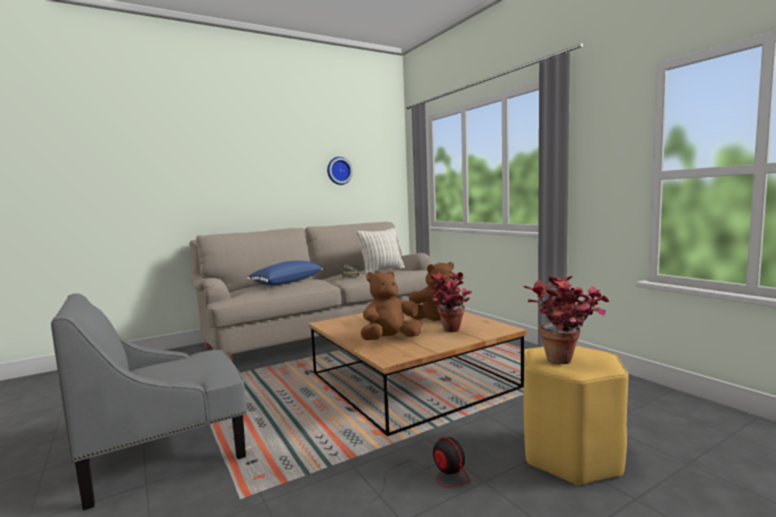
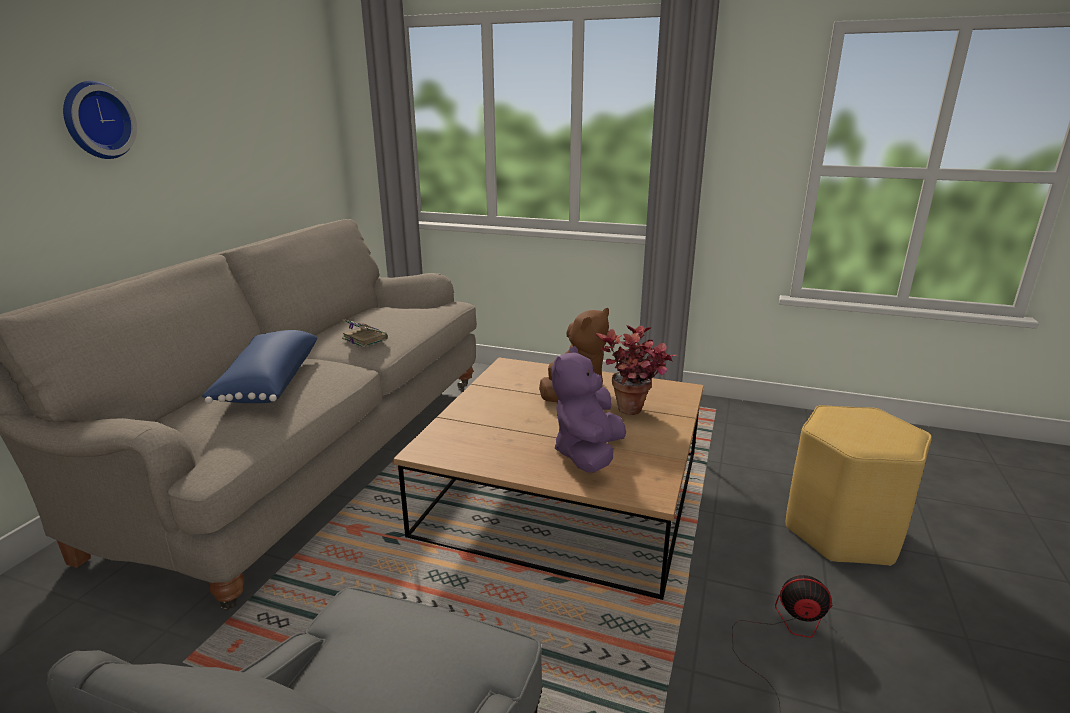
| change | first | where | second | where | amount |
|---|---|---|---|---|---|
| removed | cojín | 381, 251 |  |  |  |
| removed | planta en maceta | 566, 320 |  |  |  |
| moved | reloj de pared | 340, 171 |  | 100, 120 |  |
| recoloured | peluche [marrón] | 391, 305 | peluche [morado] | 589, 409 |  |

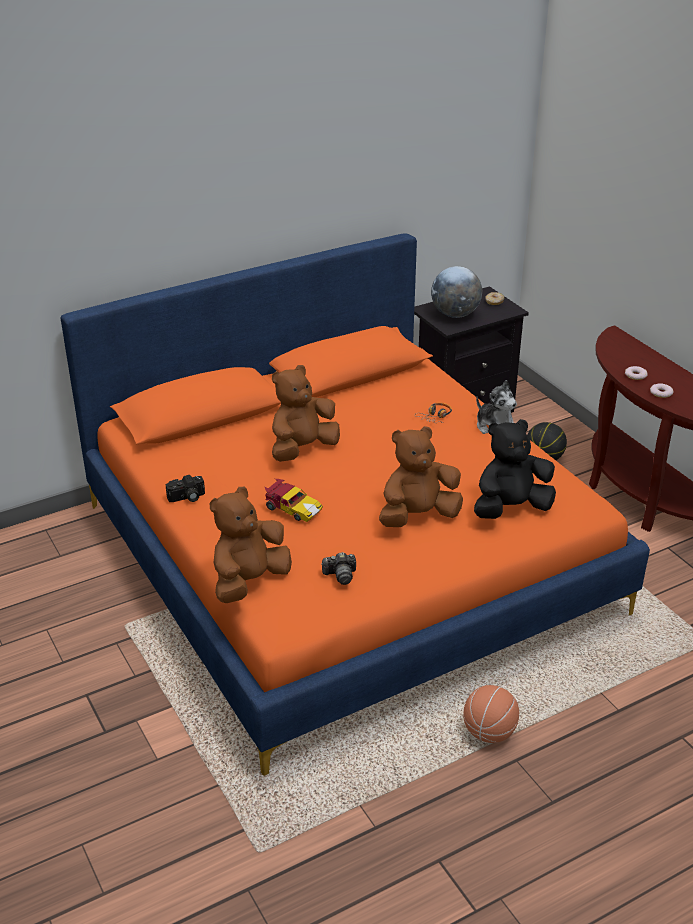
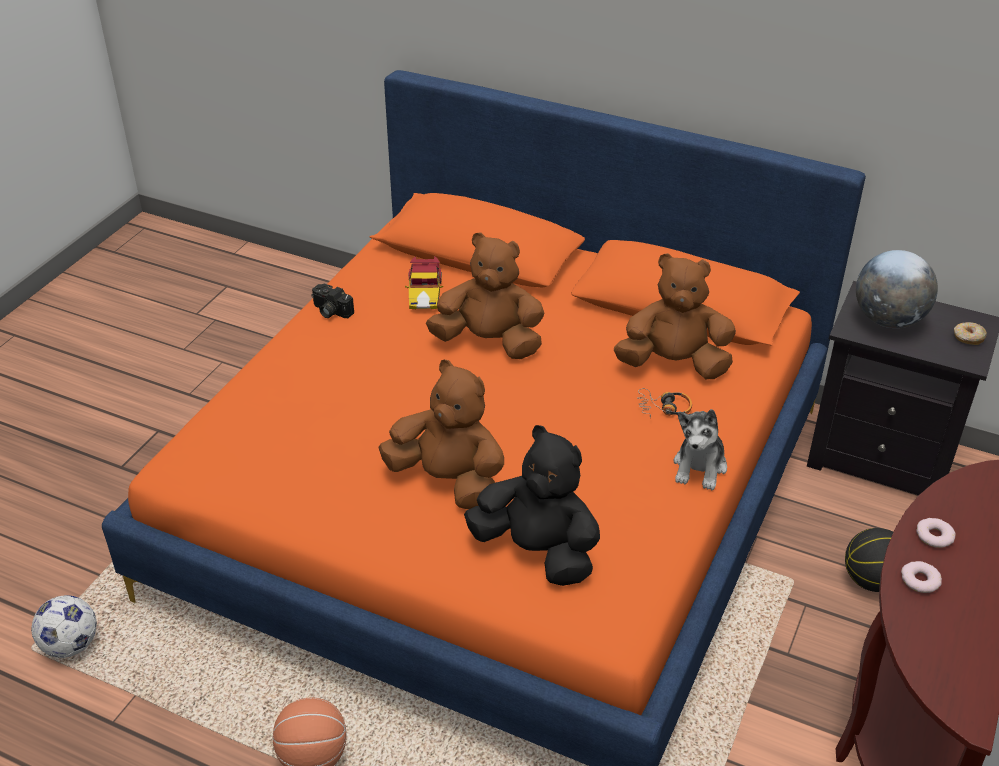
| change | first | where | second | where | amount |
|---|---|---|---|---|---|
| removed | cámara | 338, 568 |  |  |  |
| added |  |  | balón de fútbol | 64, 626 |  |
| moved | peluche [marrón] | 251, 545 |  | 675, 316 |  |
| moved | coche de juguete | 294, 500 |  | 424, 282 |  |

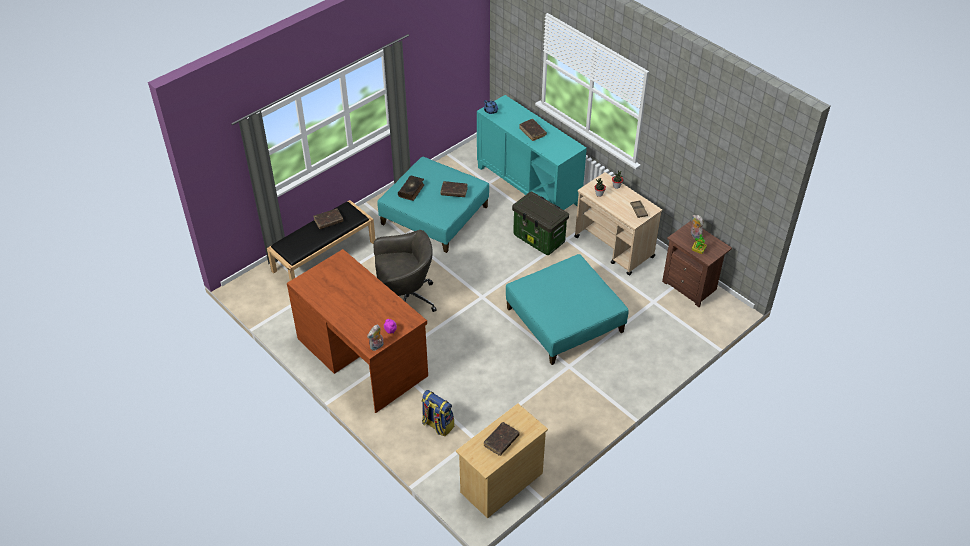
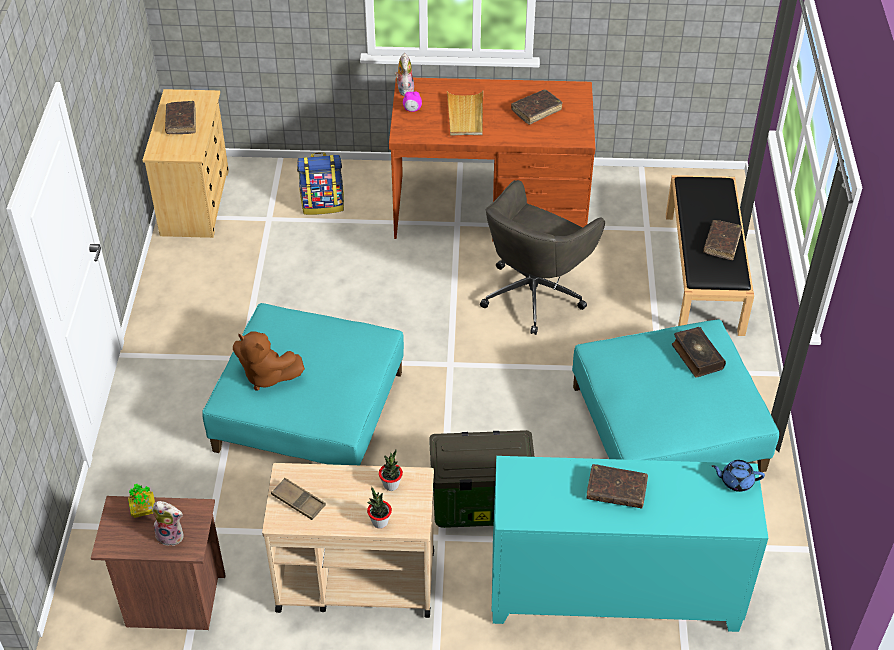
| change | first | where | second | where | amount |
|---|---|---|---|---|---|
| added |  |  | peluche [marrón] | 269, 360 |  |
| added |  |  | bandeja [beis] | 465, 113 |  |
| moved | libro [marrón] | 454, 189 |  | 537, 107 |  |

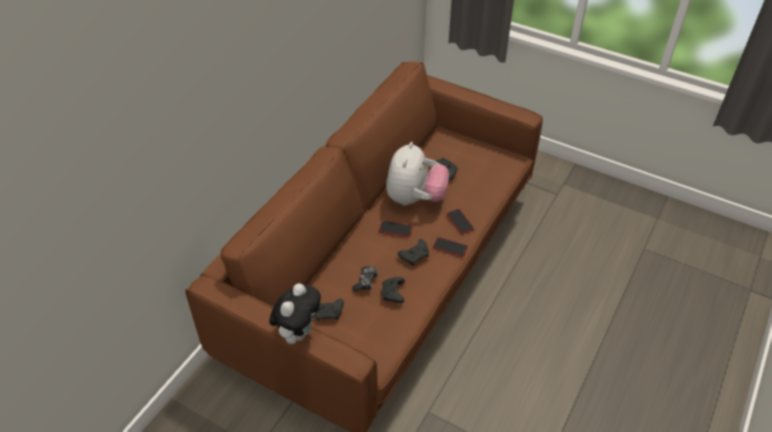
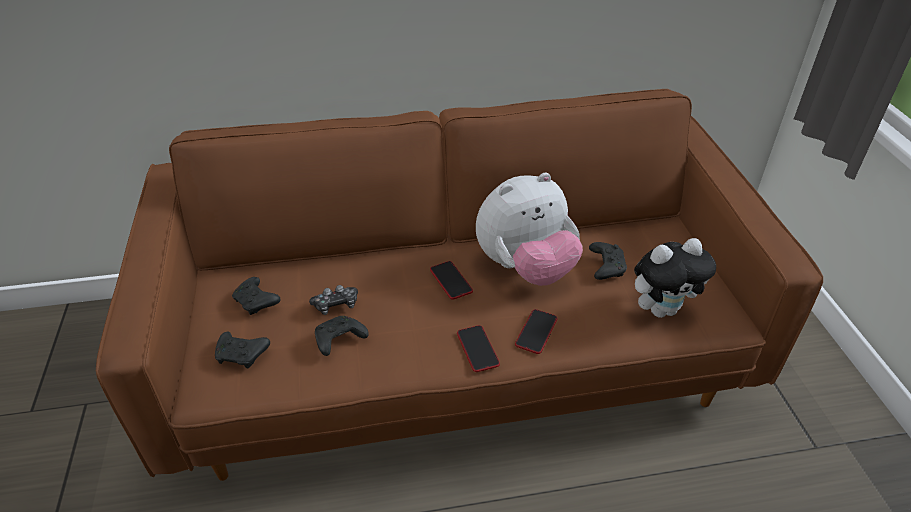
| change | first | where | second | where | amount |
|---|---|---|---|---|---|
| moved | peluche | 295, 313 |  | 675, 278 |  |
| moved | mando de consola [negro] | 413, 252 |  | 242, 350 |  |

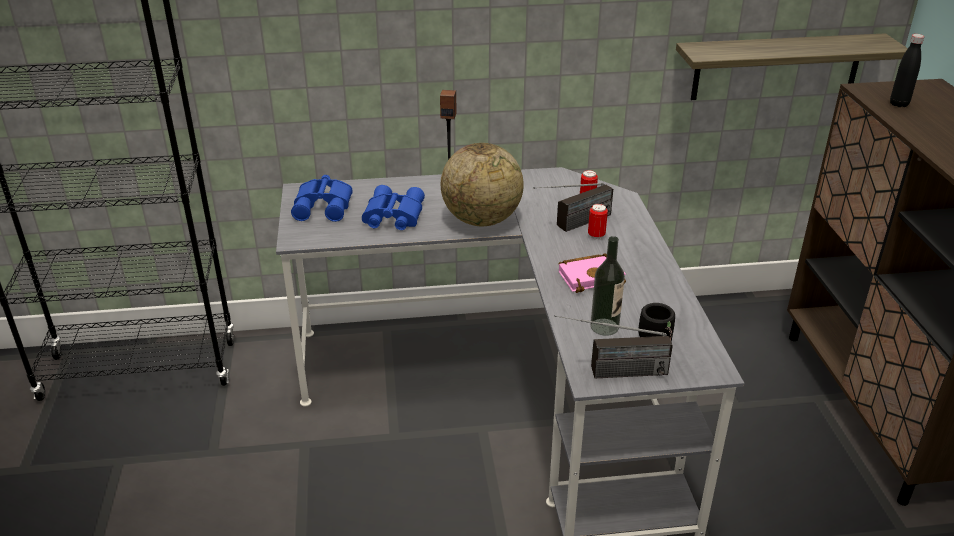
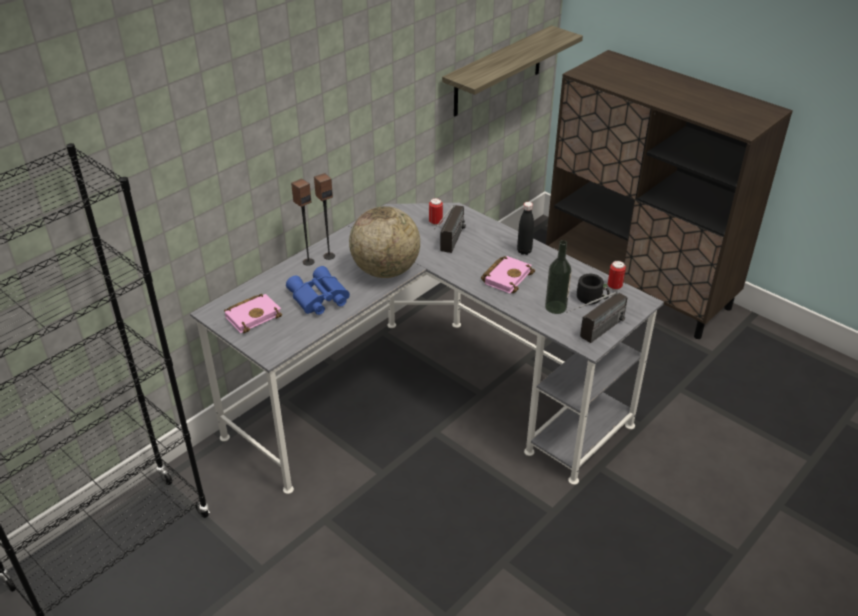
| change | first | where | second | where | amount |
|---|---|---|---|---|---|
| added |  |  | altavoz | 303, 222 |  |
| moved | lata | 598, 222 |  | 617, 276 |  |
| moved | botella [negro] | 907, 70 |  | 525, 228 |  |
| replaced | prismáticos [azul] | 322, 198 | libro [rosa] | 253, 313 |  |

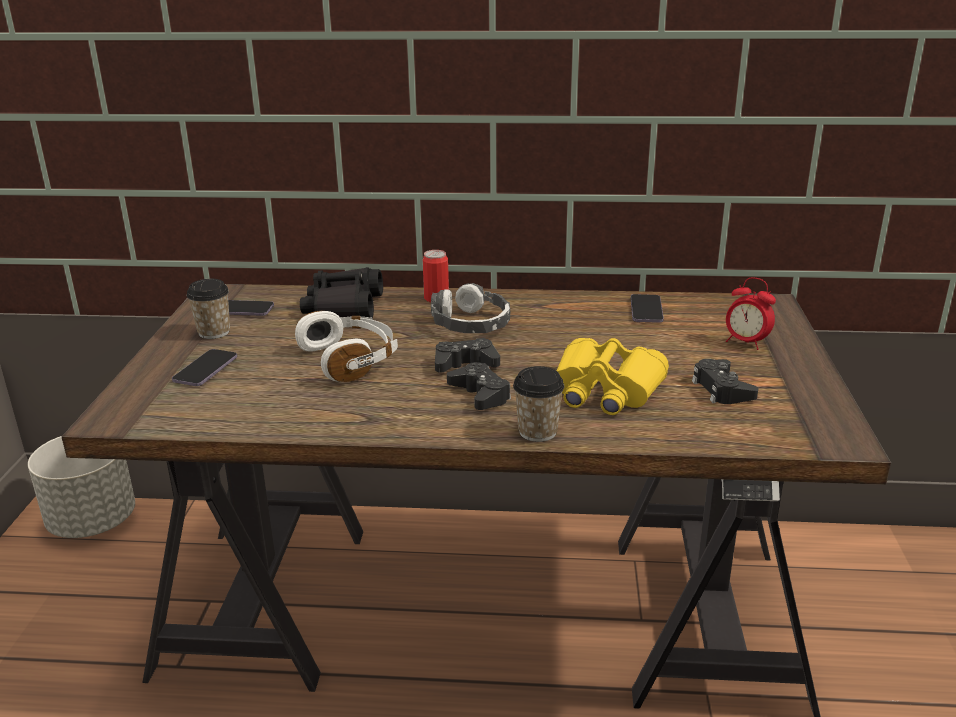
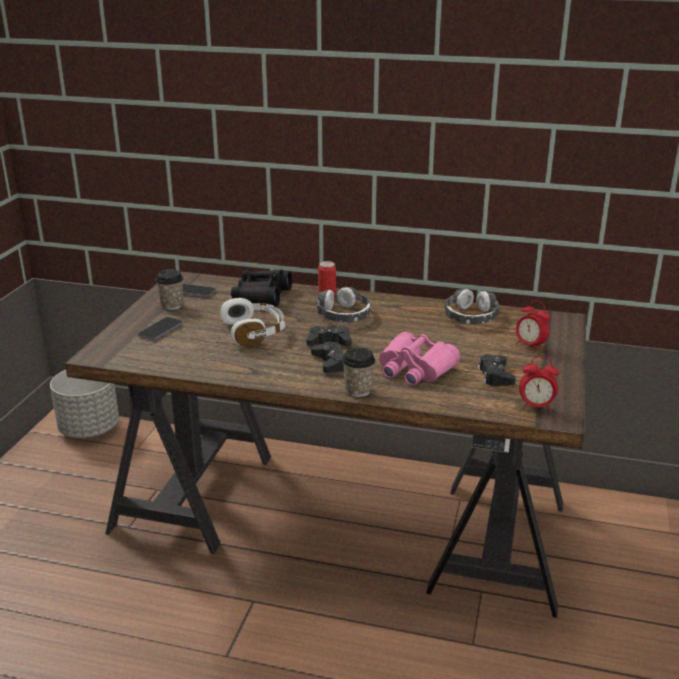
| change | first | where | second | where | amount |
|---|---|---|---|---|---|
| added |  |  | despertador | 539, 384 |  |
| replaced | móvil | 647, 308 | auriculares | 472, 307 |  |
| recoloured | prismáticos [amarillo] | 613, 376 | prismáticos [rosa] | 419, 358 |  |

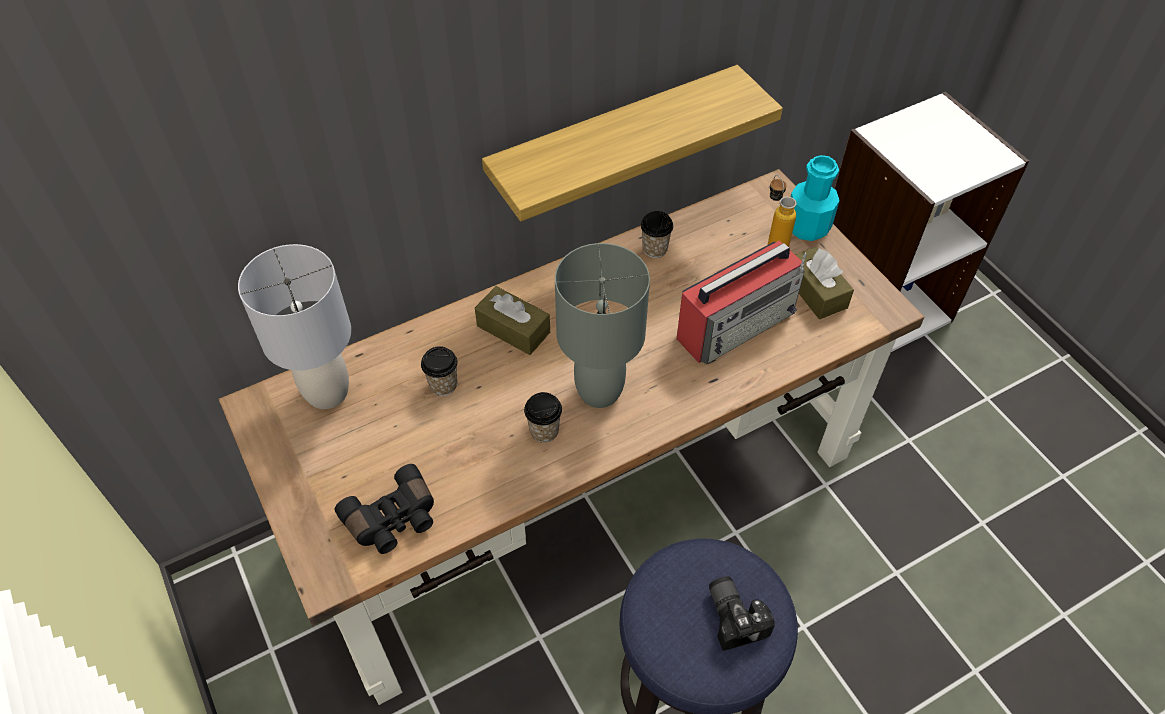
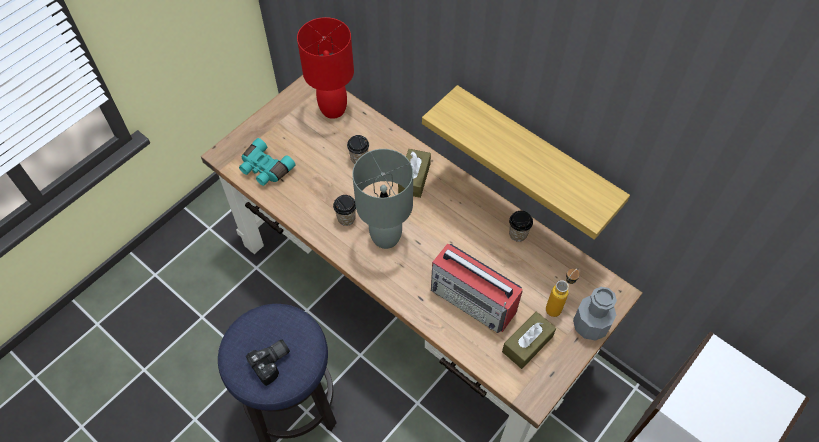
| change | first | where | second | where | amount |
|---|---|---|---|---|---|
| recoloured | lámpara de mesa [gris] | 294, 326 | lámpara de mesa [rojo] | 325, 68 |  |
| recoloured | prismáticos [negro] | 384, 509 | prismáticos [turquesa] | 267, 162 |  |
| recoloured | botella [turquesa] | 815, 198 | botella [gris] | 595, 314 |  |

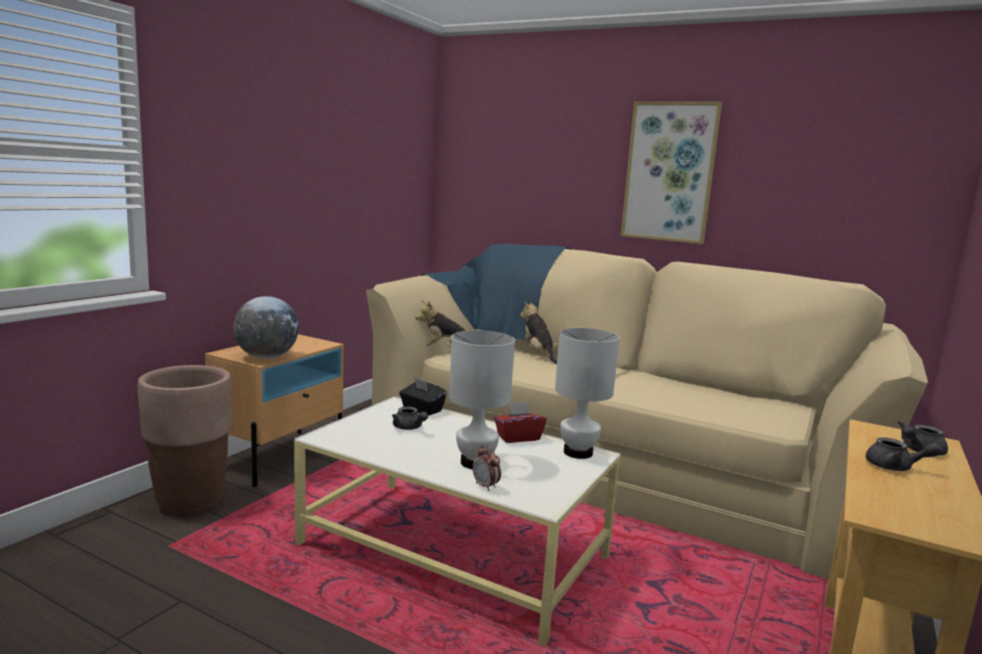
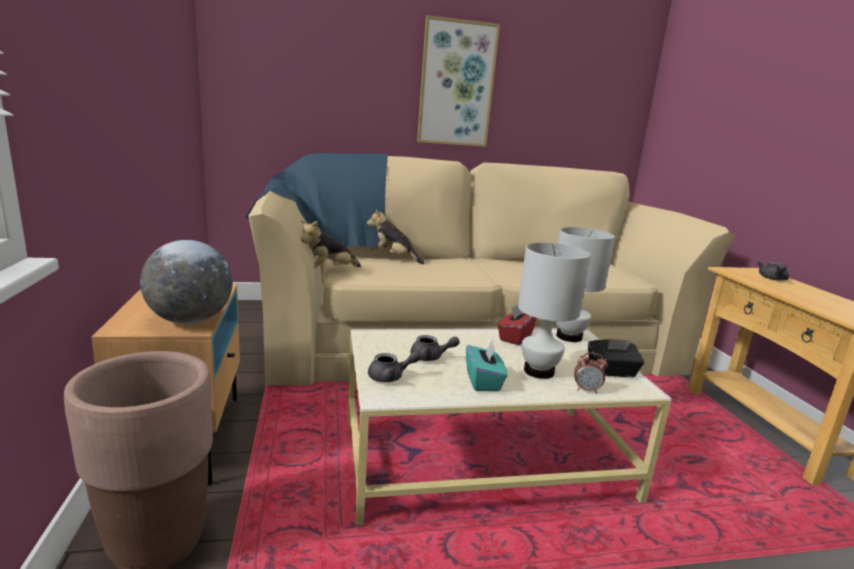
| change | first | where | second | where | amount |
|---|---|---|---|---|---|
| added |  |  | caja de pañuelos [turquesa] | 486, 366 |  |
| moved | caja de pañuelos [negro] | 423, 397 |  | 616, 358 |  |
| moved | tetera [gris] | 904, 454 |  | 394, 366 |  |

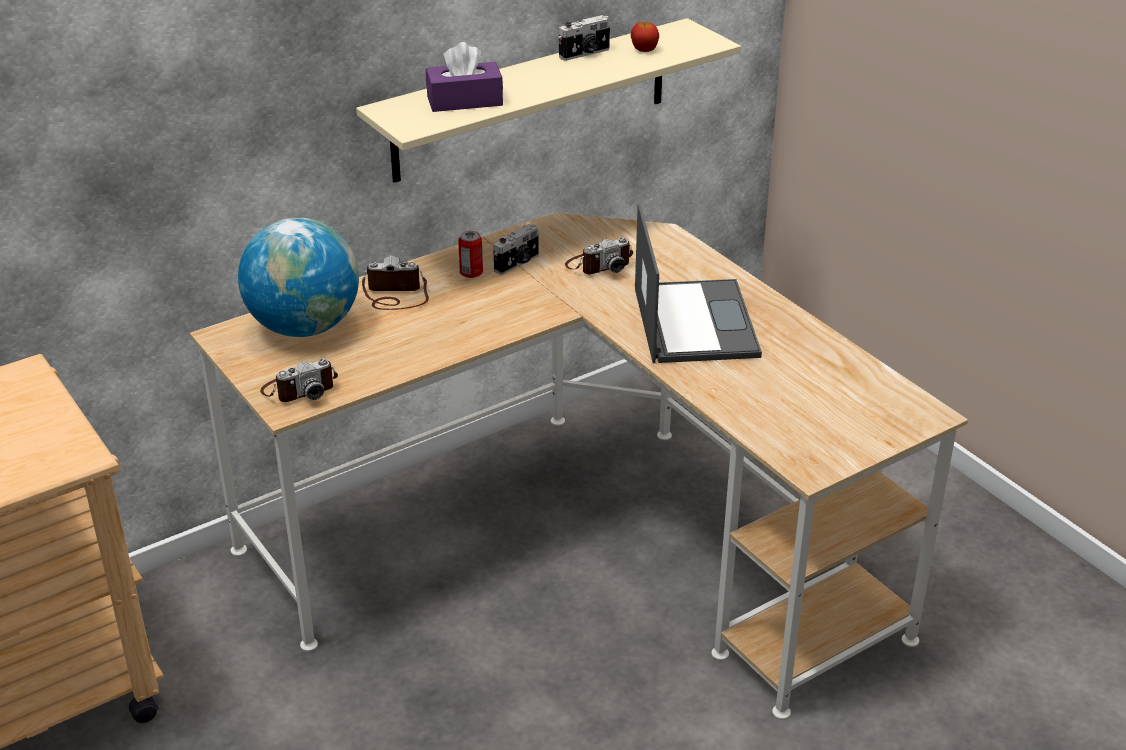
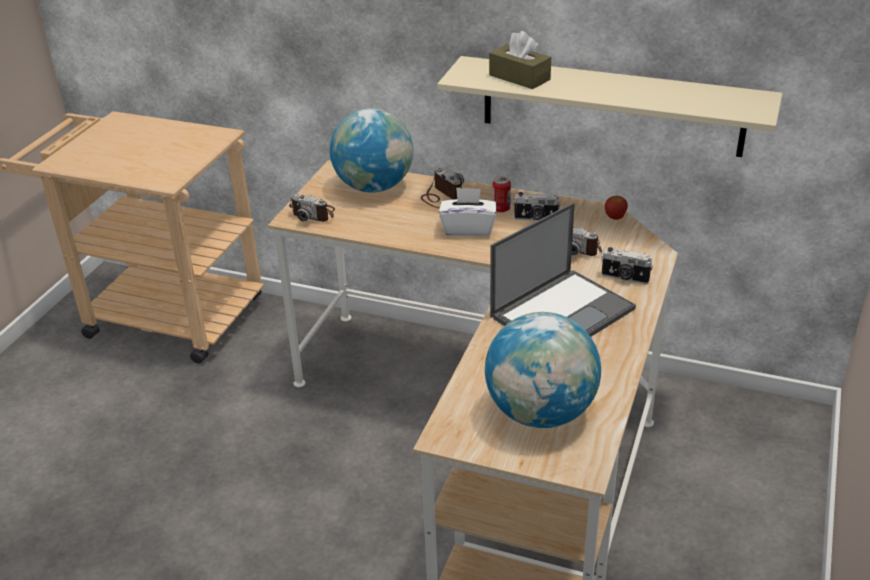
| change | first | where | second | where | amount |
|---|---|---|---|---|---|
| added |  |  | caja de pañuelos [blanco] | 467, 212 |  |
| added |  |  | globo terráqueo | 543, 370 |  |
| moved | cámara | 584, 38 |  | 627, 266 |  |
| moved | manzana | 645, 37 |  | 616, 208 |  |
| recoloured | caja de pañuelos [morado] | 464, 77 | caja de pañuelos [marrón] | 520, 60 |  |

